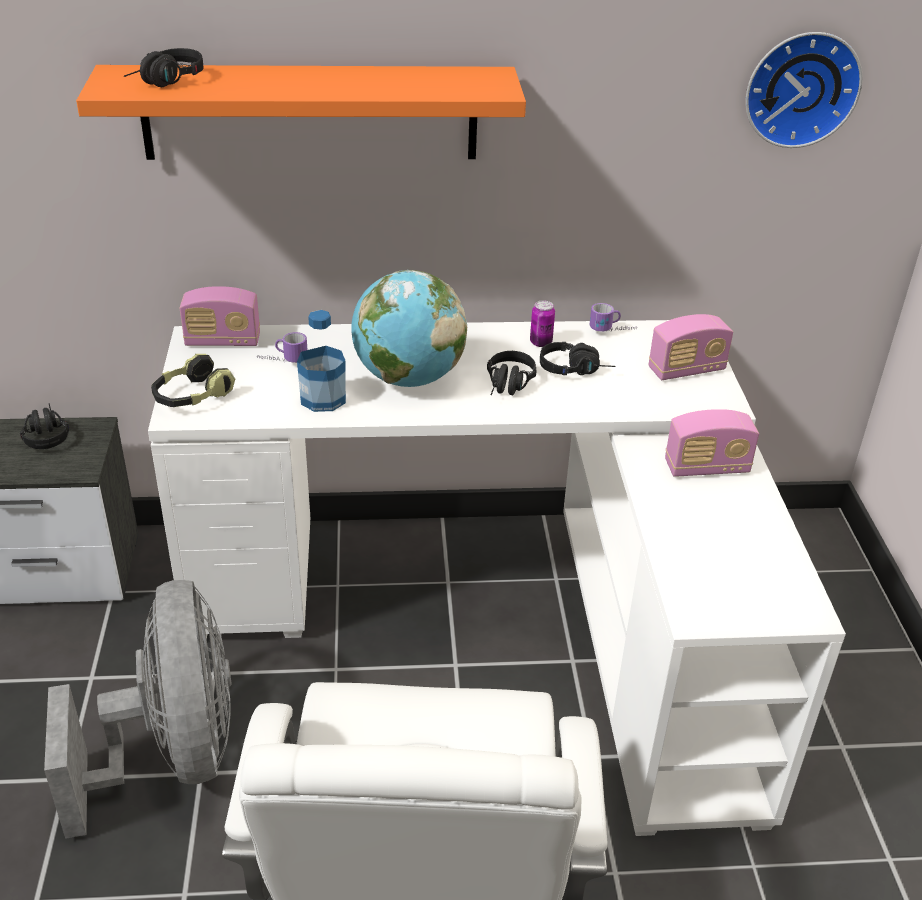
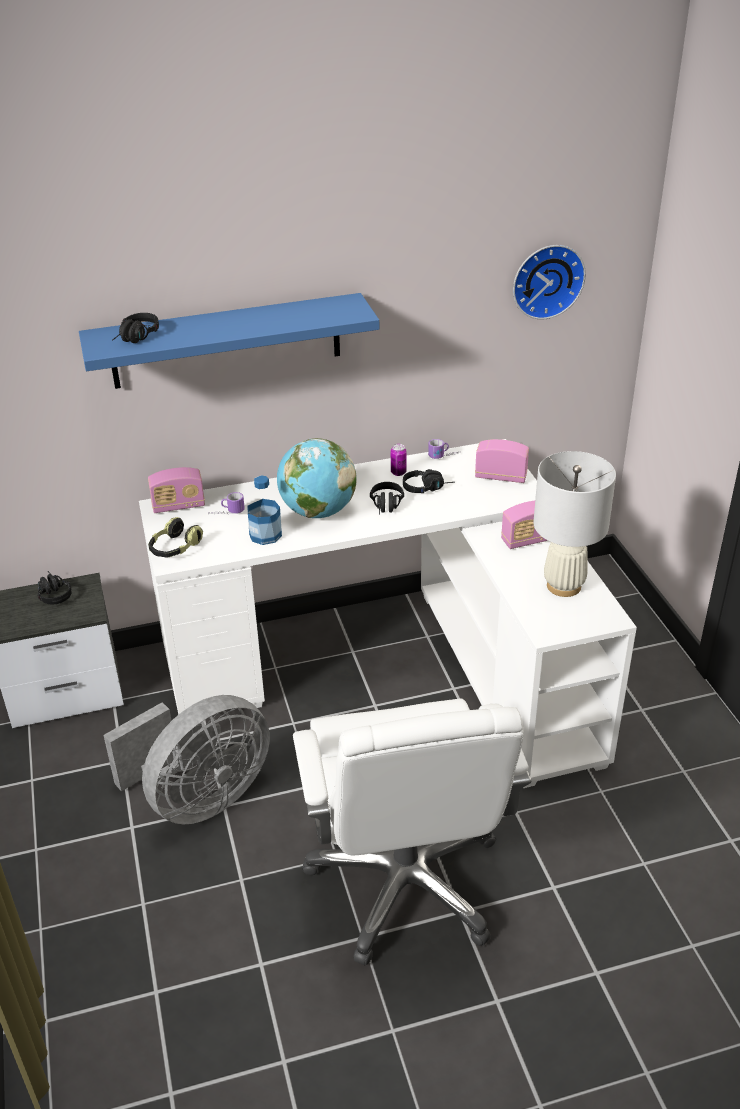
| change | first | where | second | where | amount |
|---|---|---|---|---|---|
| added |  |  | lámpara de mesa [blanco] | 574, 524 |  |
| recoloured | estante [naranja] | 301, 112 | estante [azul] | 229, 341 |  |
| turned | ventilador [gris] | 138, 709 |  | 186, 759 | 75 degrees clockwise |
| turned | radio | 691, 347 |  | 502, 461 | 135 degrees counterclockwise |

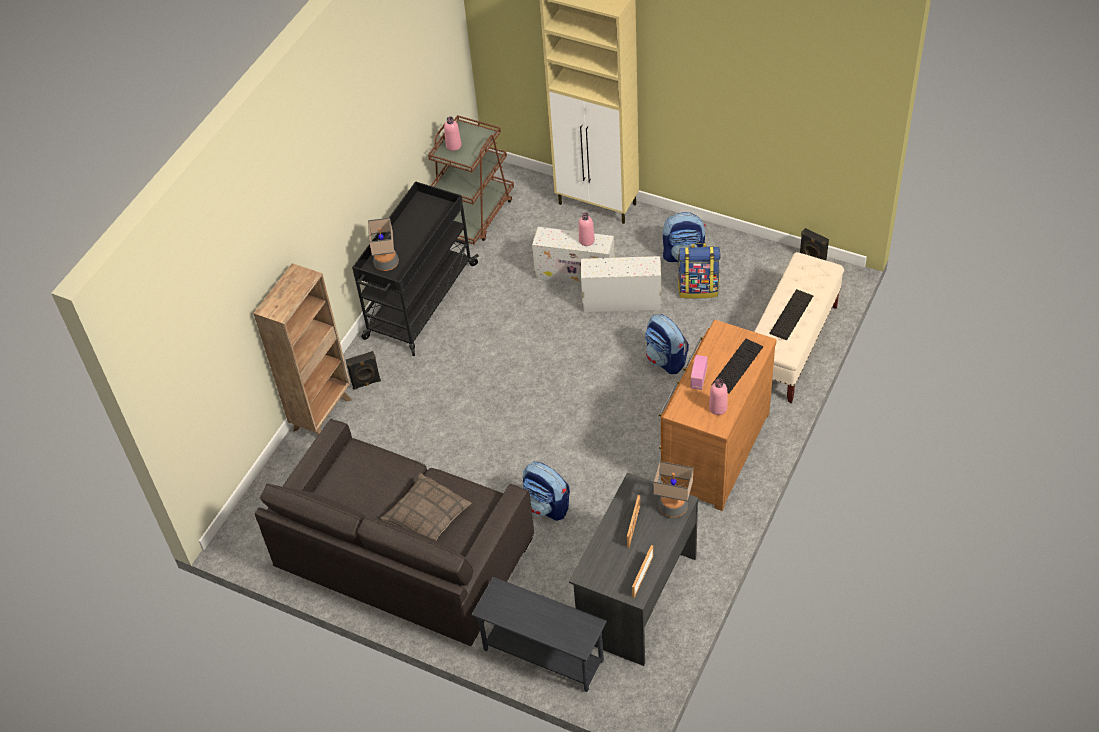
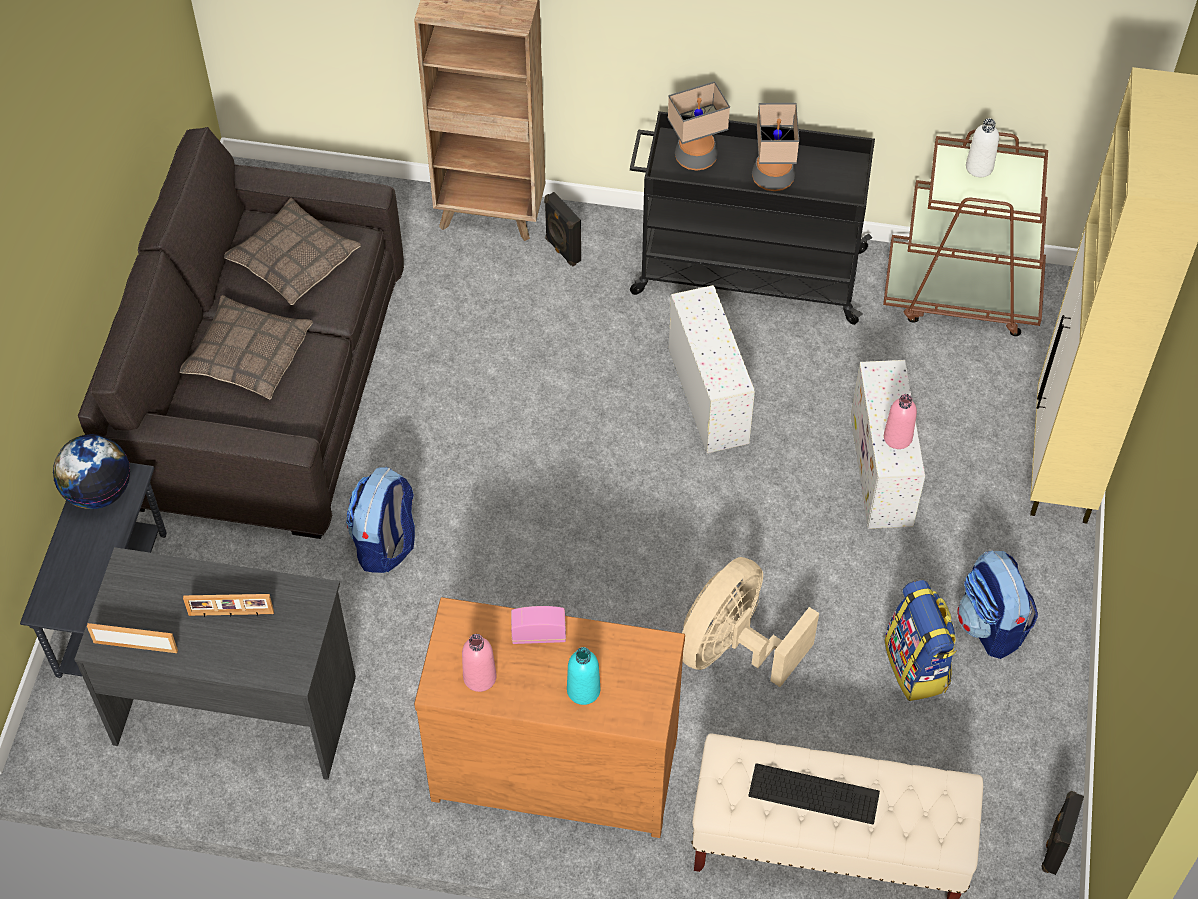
| change | first | where | second | where | amount |
|---|---|---|---|---|---|
| added |  |  | globo terráqueo | 91, 471 |  |
| added |  |  | cojín | 292, 251 |  |
| moved | caja de almacenaje [blanco] | 621, 284 |  | 712, 369 |  |
| moved | lámpara de mesa | 673, 489 |  | 775, 147 |  |
| replaced | mochila | 667, 344 | ventilador [beis] | 750, 622 |  |
| replaced | teclado | 737, 366 | botella [turquesa] | 583, 676 |  |
| recoloured | botella [rosa] | 453, 133 | botella [blanco] | 982, 147 |  |

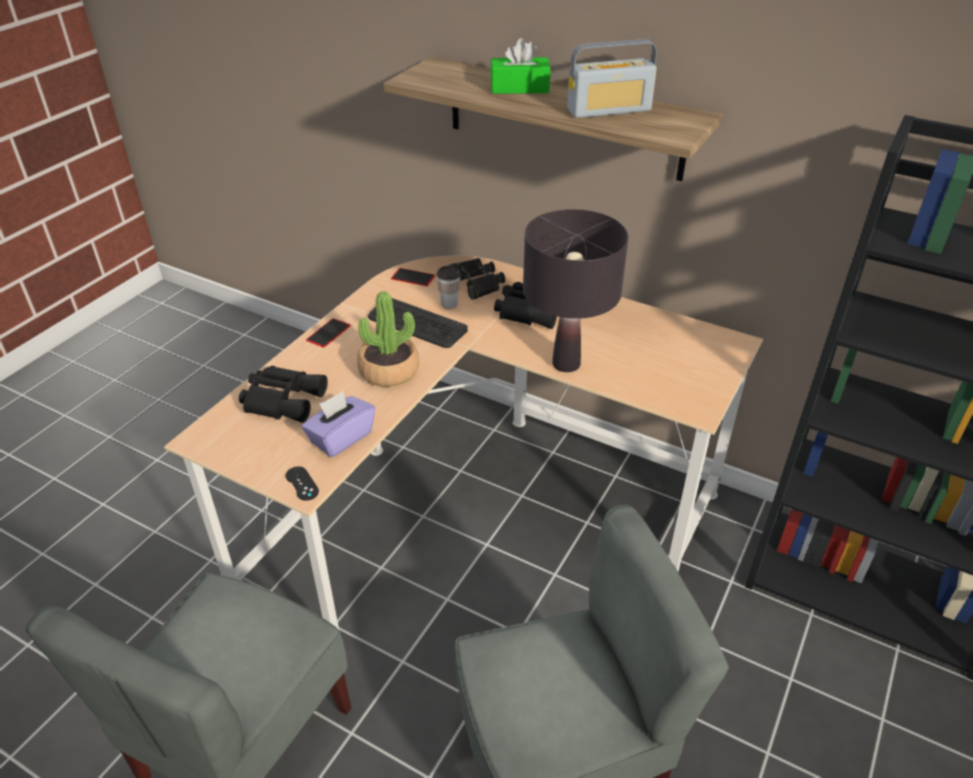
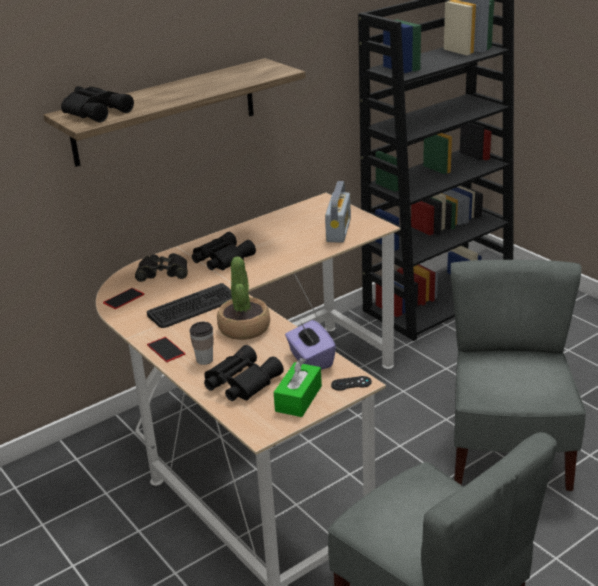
| change | first | where | second | where | amount |
|---|---|---|---|---|---|
| removed | lámpara de mesa [negro] | 575, 290 |  |  |  |
| added |  |  | prismáticos [negro] | 97, 104 |  |
| moved | taza | 448, 287 |  | 201, 343 |  |
| moved | caja de pañuelos [verde] | 520, 66 |  | 298, 387 |  |
| moved | radio | 612, 78 |  | 338, 212 |  |

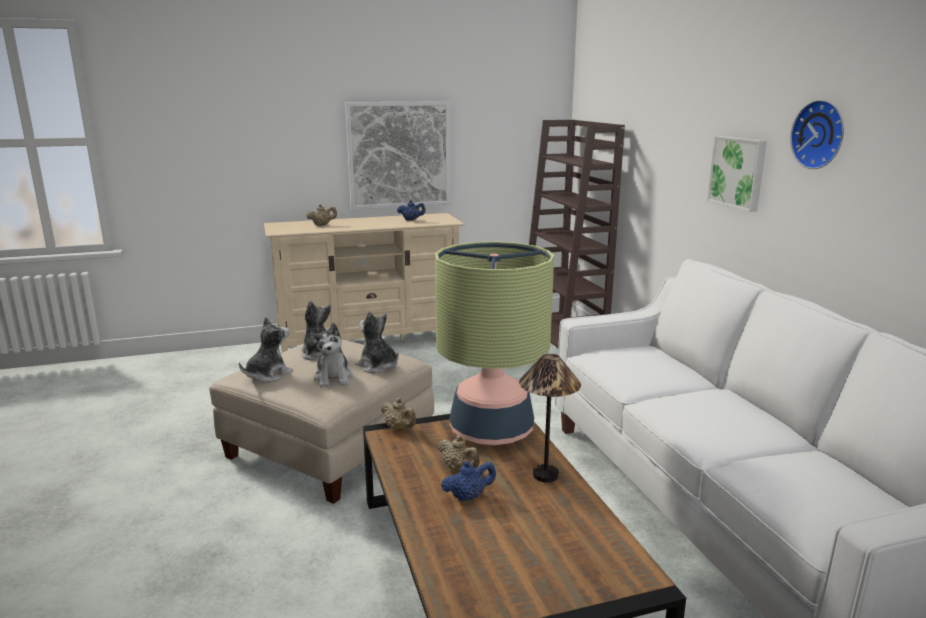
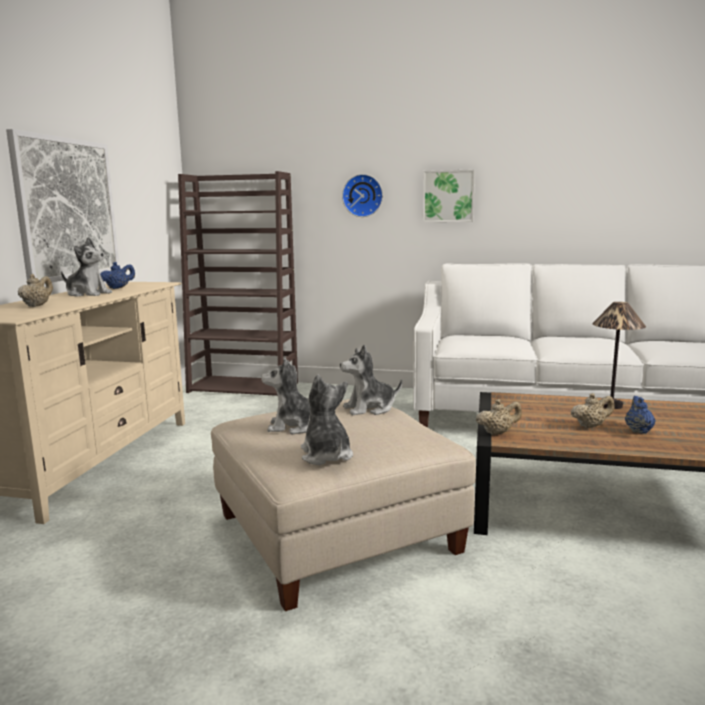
| change | first | where | second | where | amount |
|---|---|---|---|---|---|
| removed | lámpara de mesa | 494, 343 |  |  |  |
| moved | peluche | 331, 355 |  | 86, 267 |  |
| moved | reloj de pared | 817, 134 |  | 362, 195 |  |

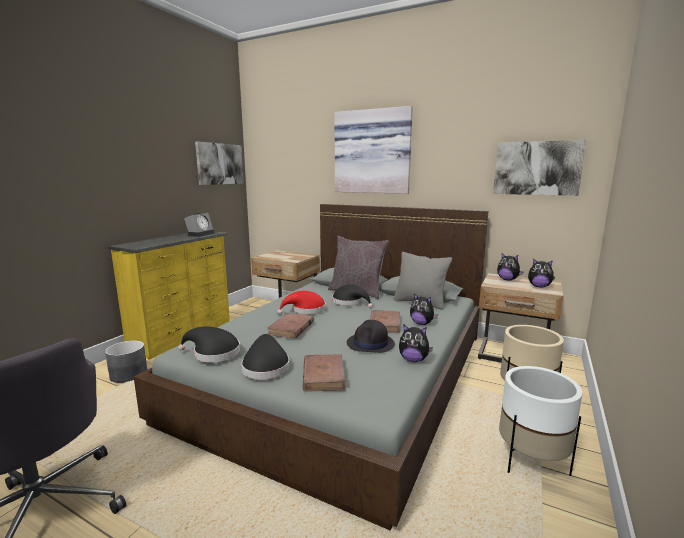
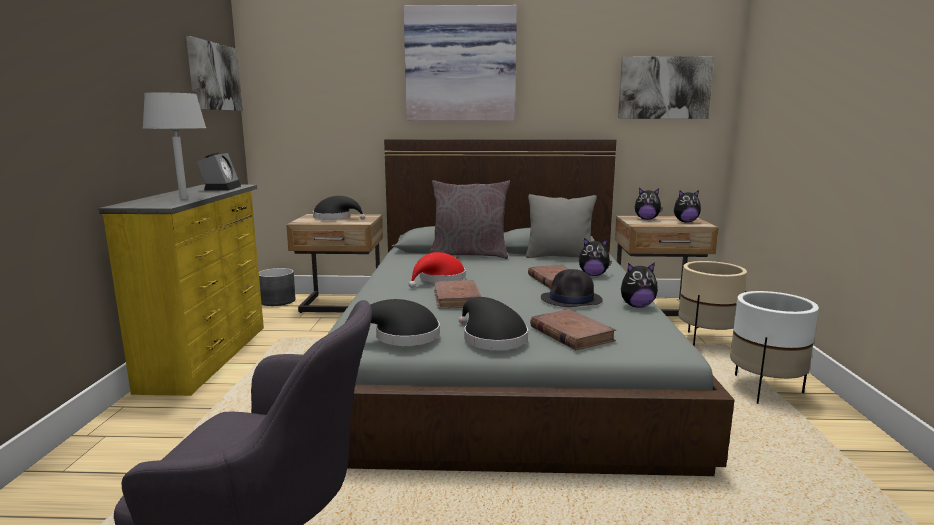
| change | first | where | second | where | amount |
|---|---|---|---|---|---|
| added |  |  | lámpara de mesa [gris] | 174, 146 |  |
| moved | maceta [gris] | 126, 361 |  | 277, 287 |  |
| moved | sombrero [negro] | 352, 296 |  | 339, 208 |  |

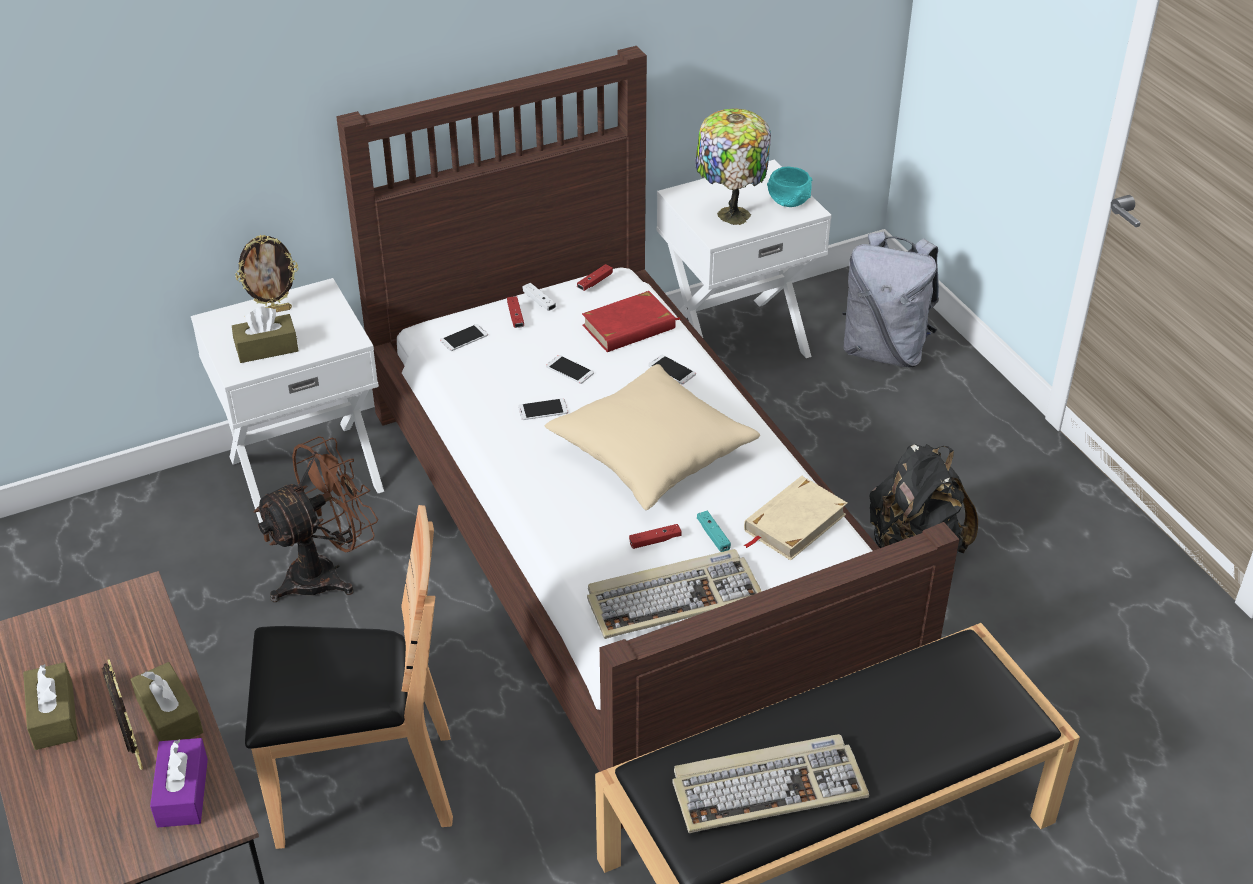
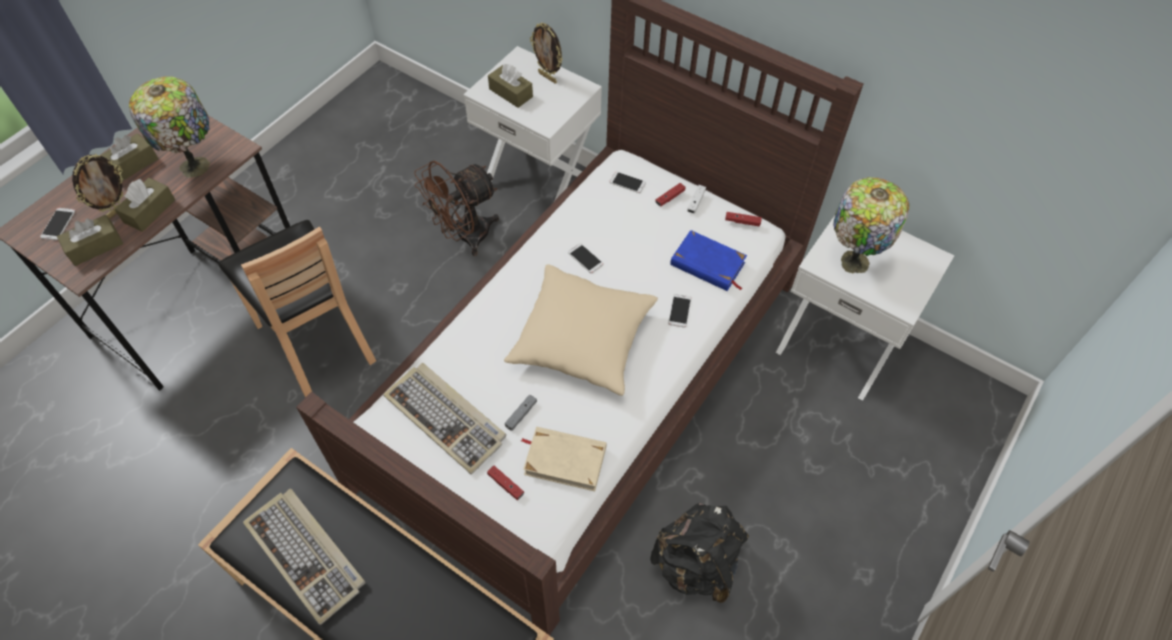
| change | first | where | second | where | amount |
|---|---|---|---|---|---|
| removed | cuenco [turquesa] | 789, 187 |  |  |  |
| removed | mochila [gris] | 891, 299 |  |  |  |
| added |  |  | lámpara de mesa | 169, 127 |  |
| moved | móvil | 570, 369 |  | 58, 224 |  |
| moved | mando de consola [rojo] | 655, 536 |  | 505, 483 |  |
| recoloured | caja de pañuelos [morado] | 179, 783 | caja de pañuelos [marrón] | 90, 240 |  |
| recoloured | libro [rojo] | 631, 321 | libro [azul] | 708, 260 |  |
| recoloured | mando de consola [turquesa] | 714, 531 | mando de consola [gris] | 521, 412 |  |
| turned | ventilador [marrón] | 316, 519 |  | 456, 208 | 120 degrees clockwise |

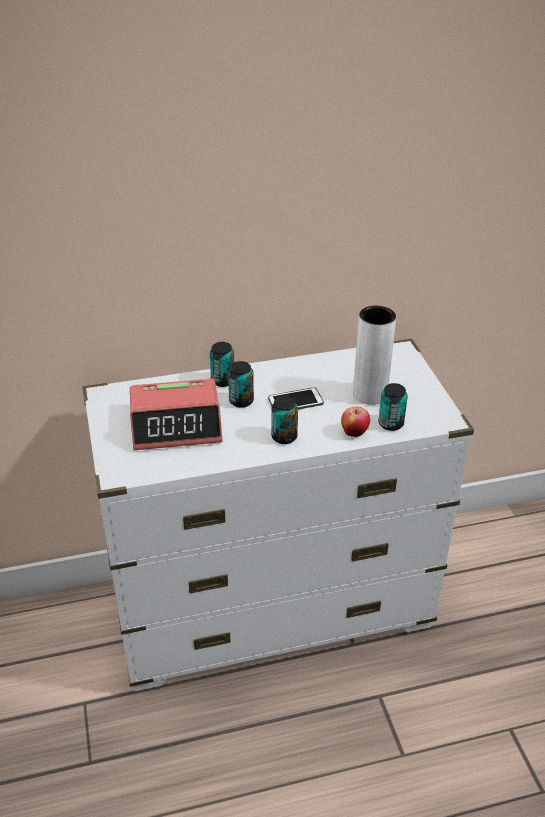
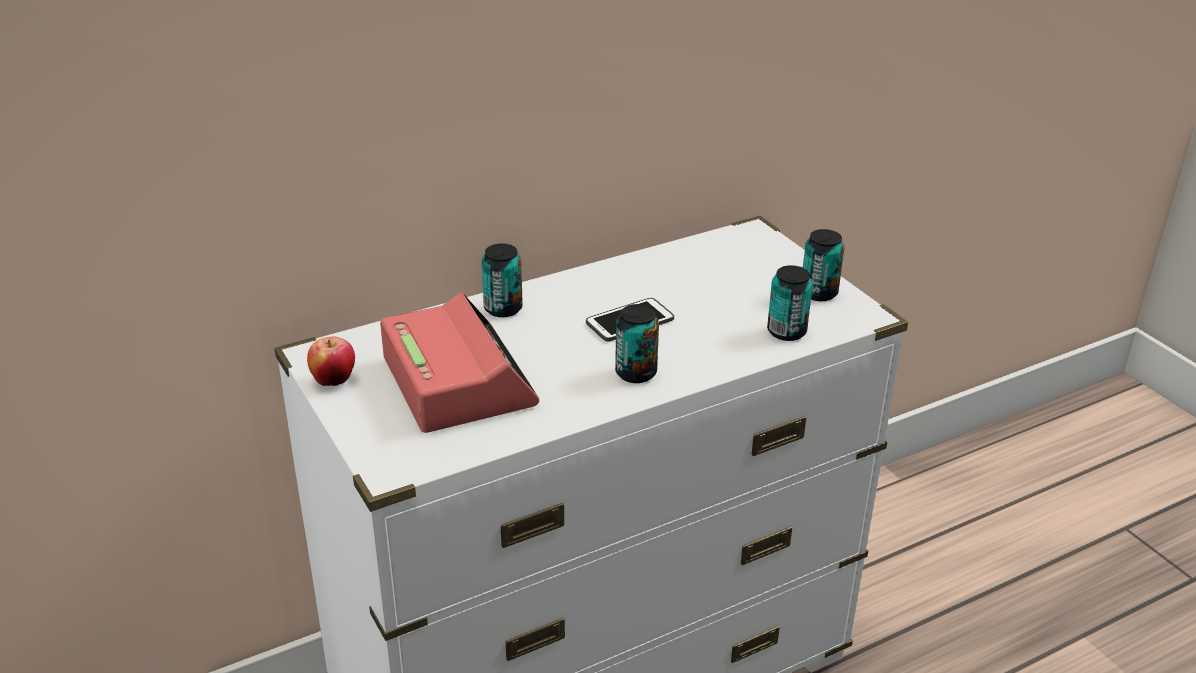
| change | first | where | second | where | amount |
|---|---|---|---|---|---|
| removed | florero [blanco] | 374, 355 |  |  |  |
| moved | lata | 241, 384 |  | 823, 265 |  |
| moved | manzana | 355, 422 |  | 331, 361 |  |
| turned | despertador | 176, 414 |  | 459, 362 | 90 degrees counterclockwise |

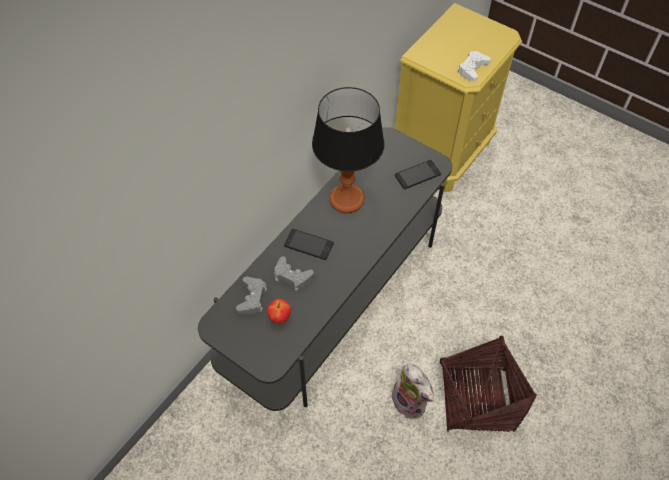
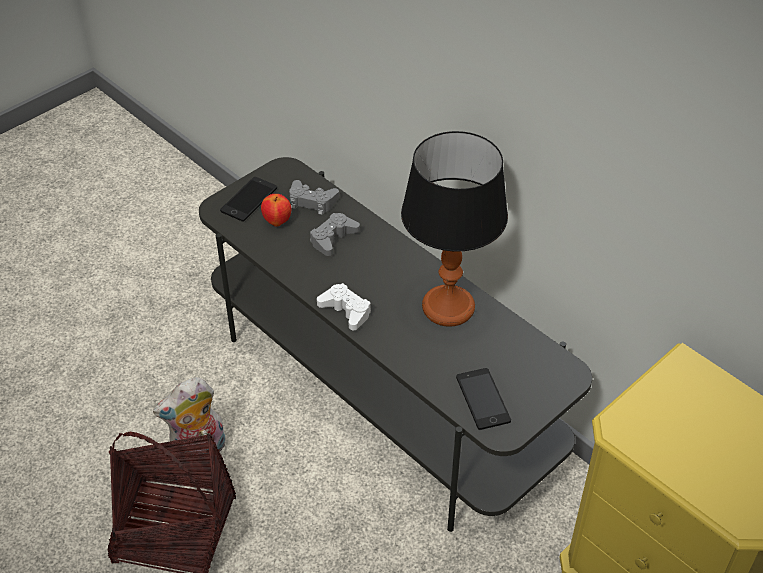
| change | first | where | second | where | amount |
|---|---|---|---|---|---|
| moved | móvil | 309, 244 |  | 248, 199 |  |
| moved | mando de consola [blanco] | 474, 66 |  | 344, 306 |  |

